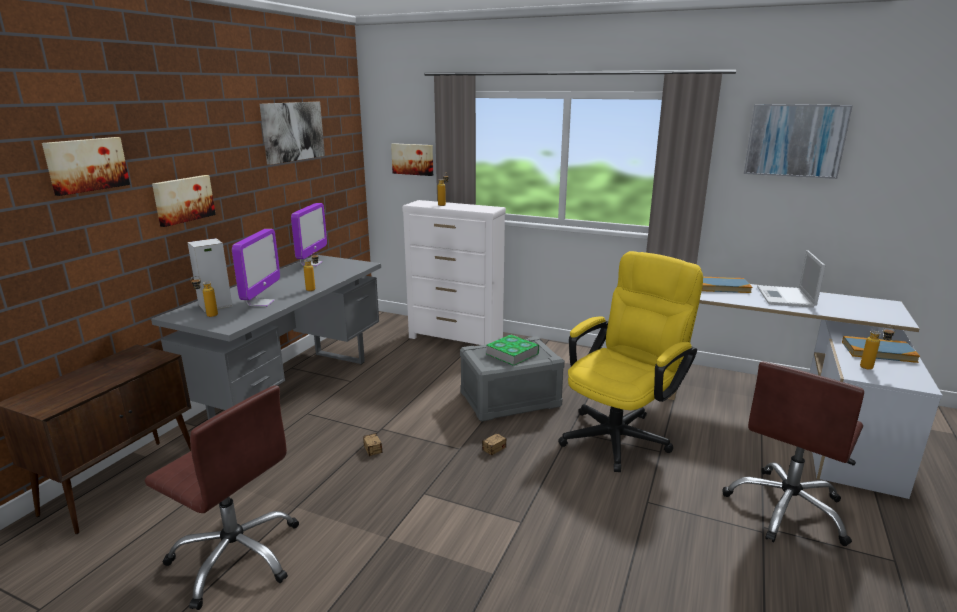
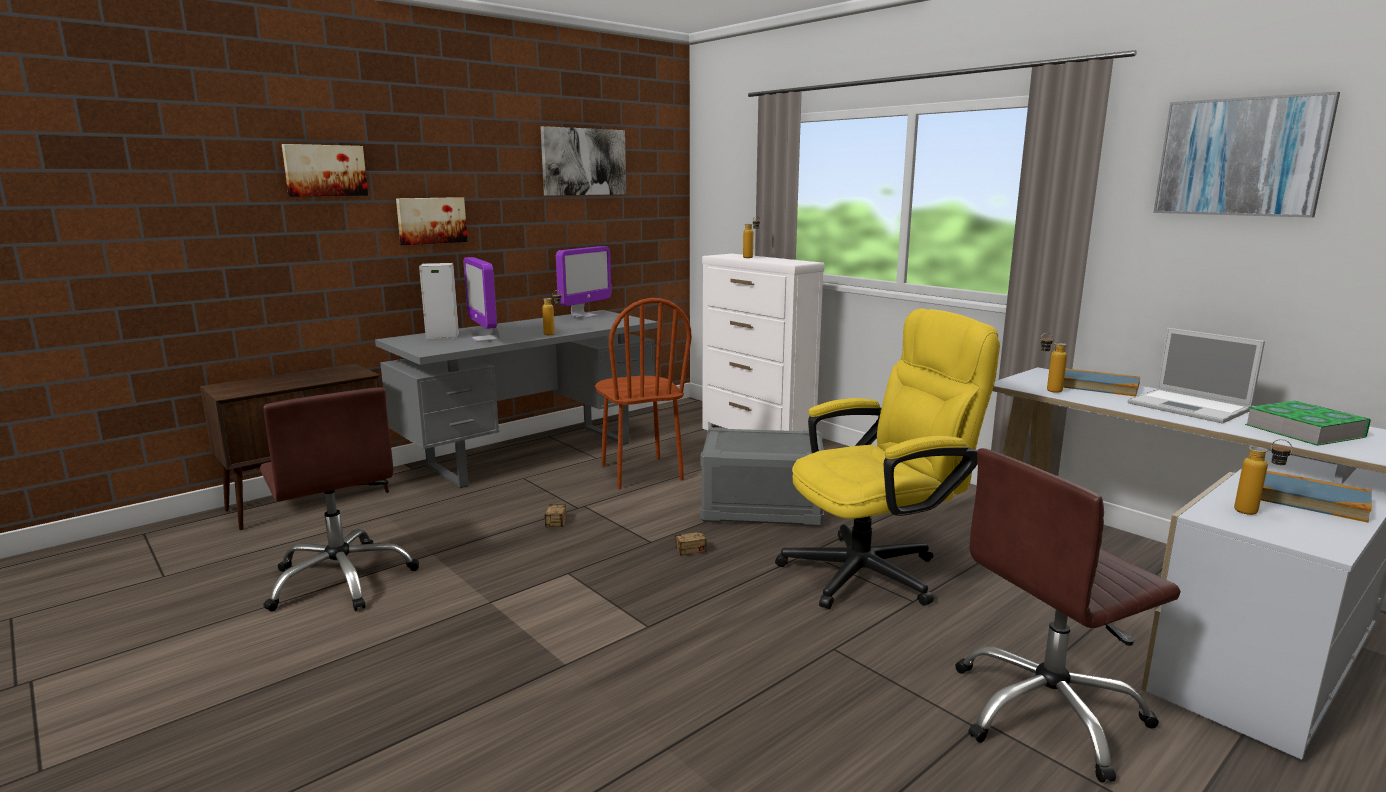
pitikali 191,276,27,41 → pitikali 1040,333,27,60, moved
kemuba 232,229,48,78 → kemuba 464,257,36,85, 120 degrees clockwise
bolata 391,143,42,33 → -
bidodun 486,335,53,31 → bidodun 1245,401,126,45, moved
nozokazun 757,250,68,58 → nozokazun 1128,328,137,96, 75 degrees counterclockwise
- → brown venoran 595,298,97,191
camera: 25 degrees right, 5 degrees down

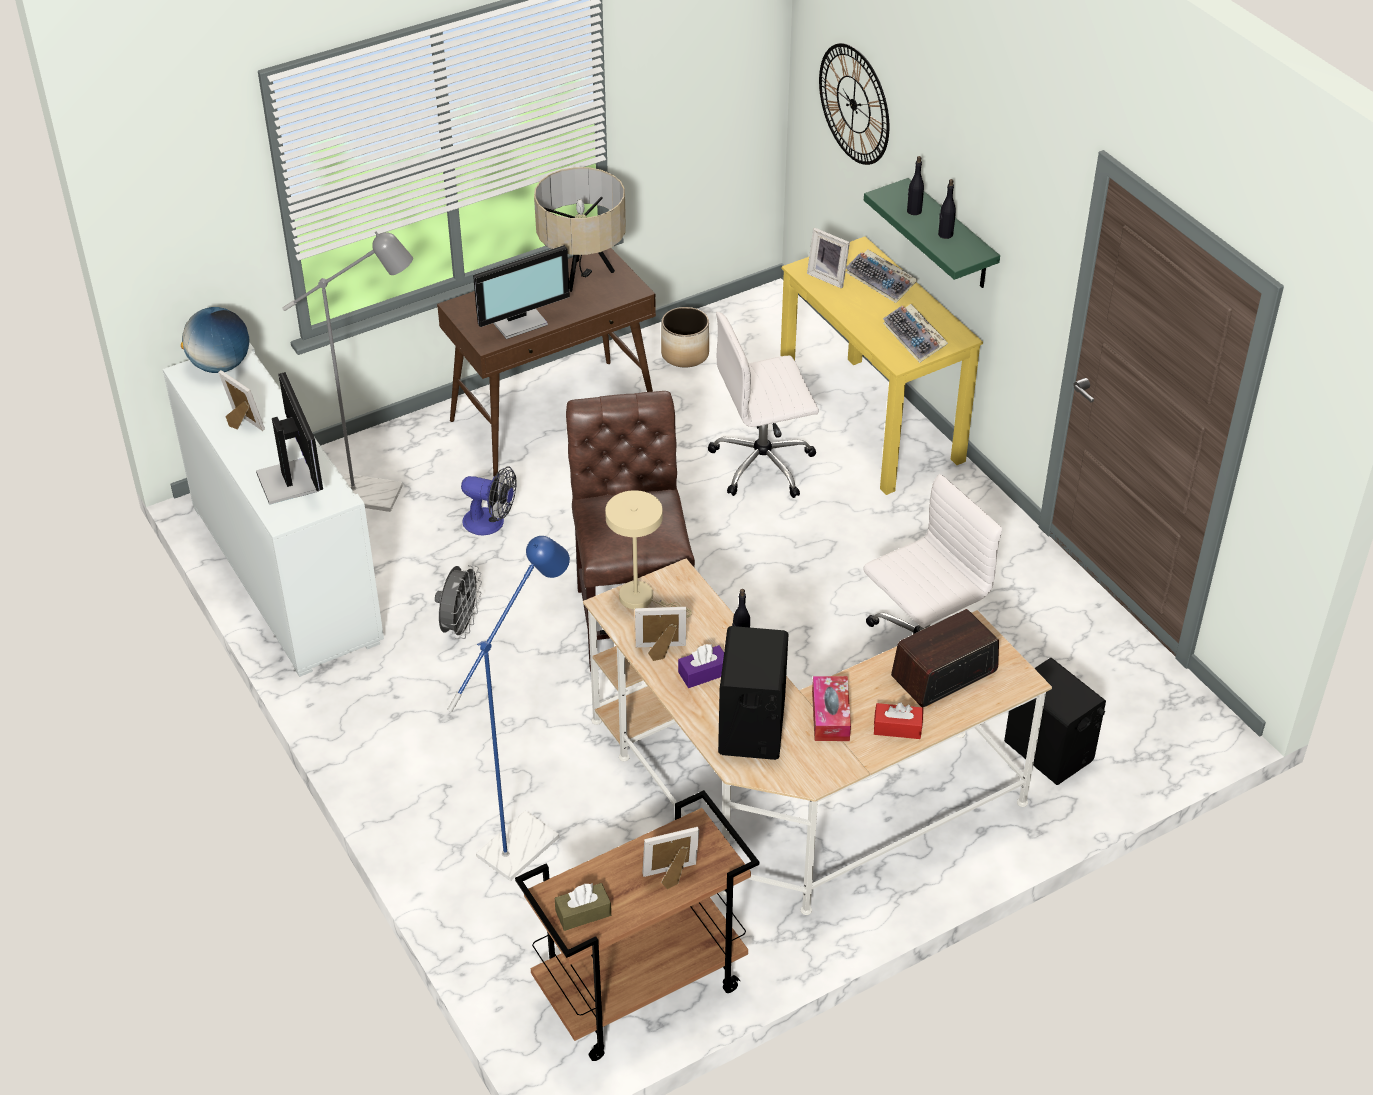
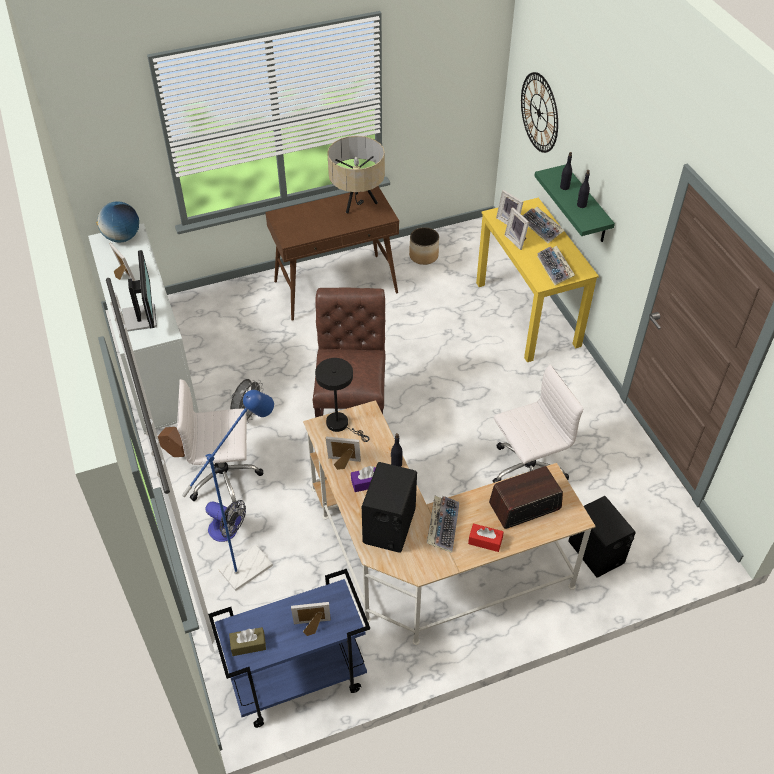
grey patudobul 282,232,131,280 → -
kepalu 461,466,56,69 → kepalu 205,500,41,42, moved
kemuba 473,245,97,94 → -
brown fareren 515,790,244,271 → blue fareren 208,569,162,159
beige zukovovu 605,490,87,128 → black zukovovu 315,358,55,84
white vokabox 708,312,111,186 → white vokabox 177,379,86,129, moved
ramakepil 812,676,39,65 → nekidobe 427,496,32,57
- → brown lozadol 158,427,27,30
- → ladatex 505,208,24,42
camera: 10 degrees right, 5 degrees up

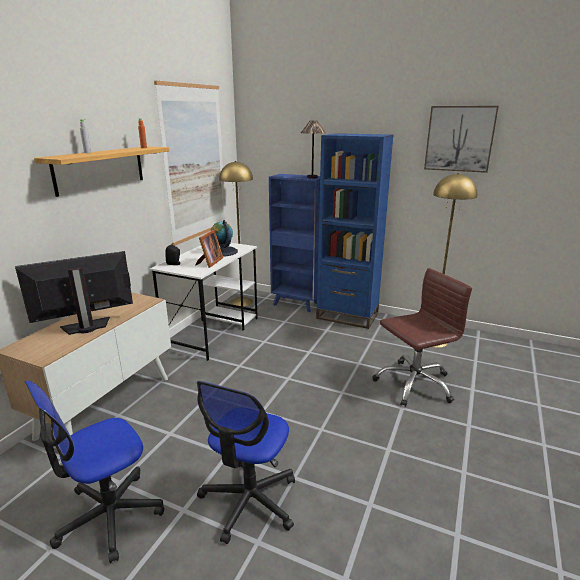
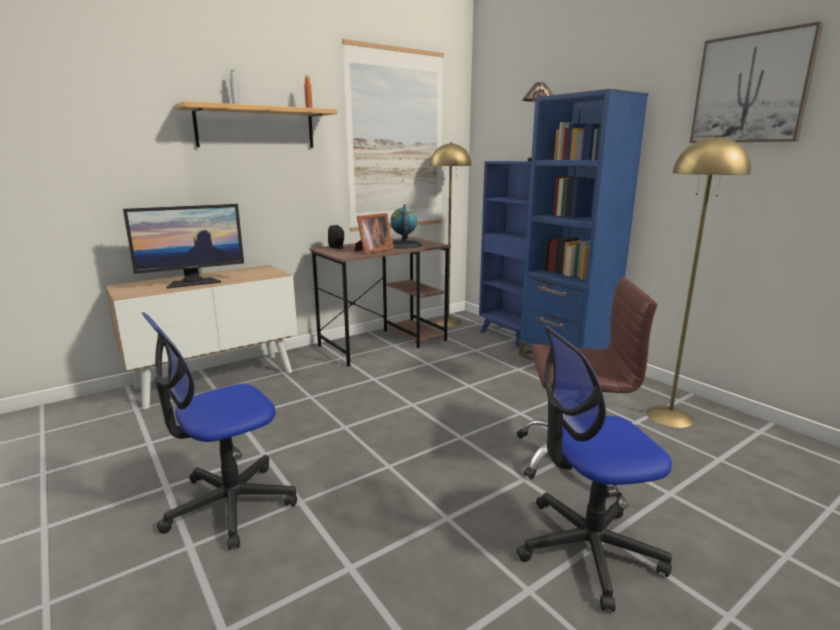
kemuba 15,251,118,84 → kemuba 123,204,121,85, 150 degrees clockwise
vokabox 25,380,139,183 → vokabox 517,326,155,286, moved
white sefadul 150,243,108,118 → brown sefadul 309,237,142,129
camera: 30 degrees right, 5 degrees down

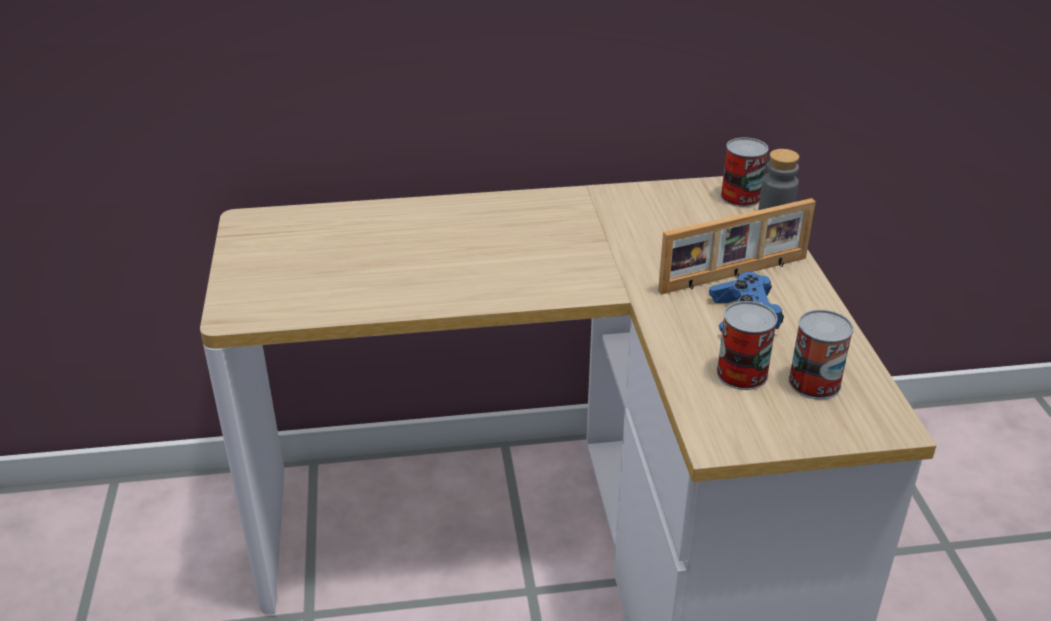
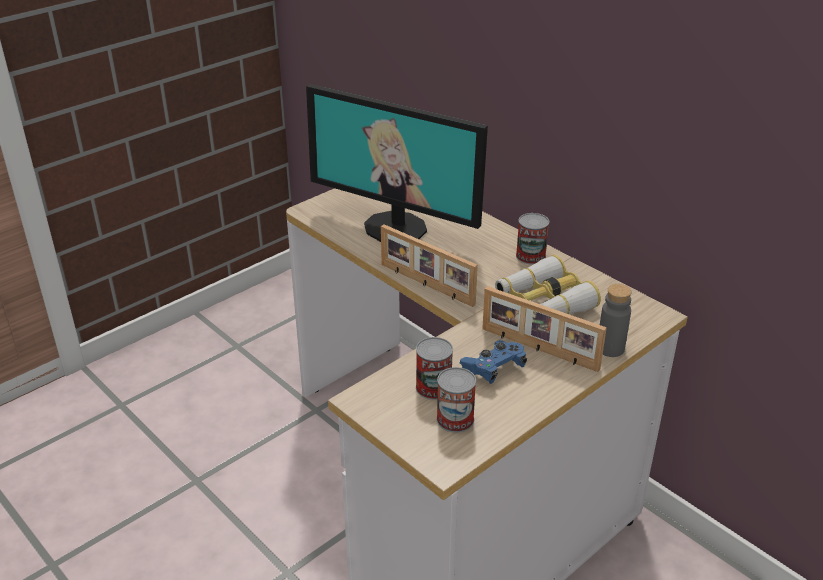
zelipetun 721,137,47,70 → zelipetun 516,213,33,52, moved
- → kemuba 306,84,182,158
- → ladatex 381,224,97,83
- → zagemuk 495,255,106,59
camera: 55 degrees right, 0 degrees up

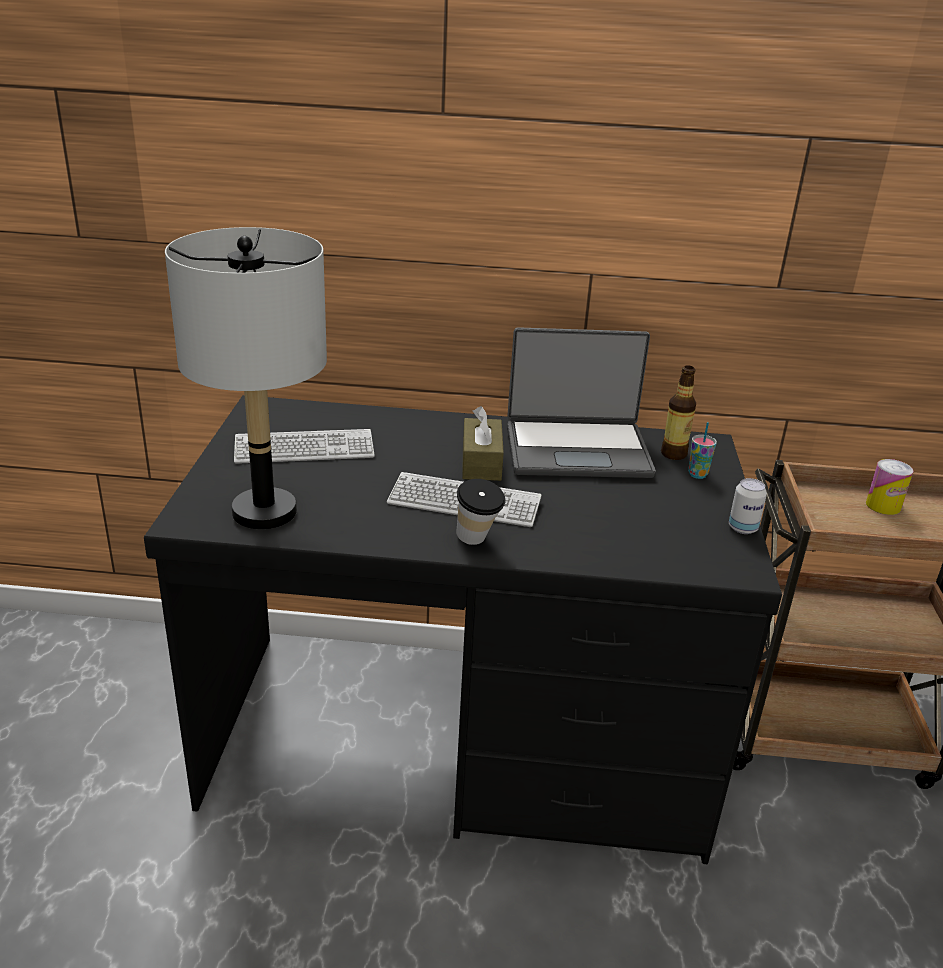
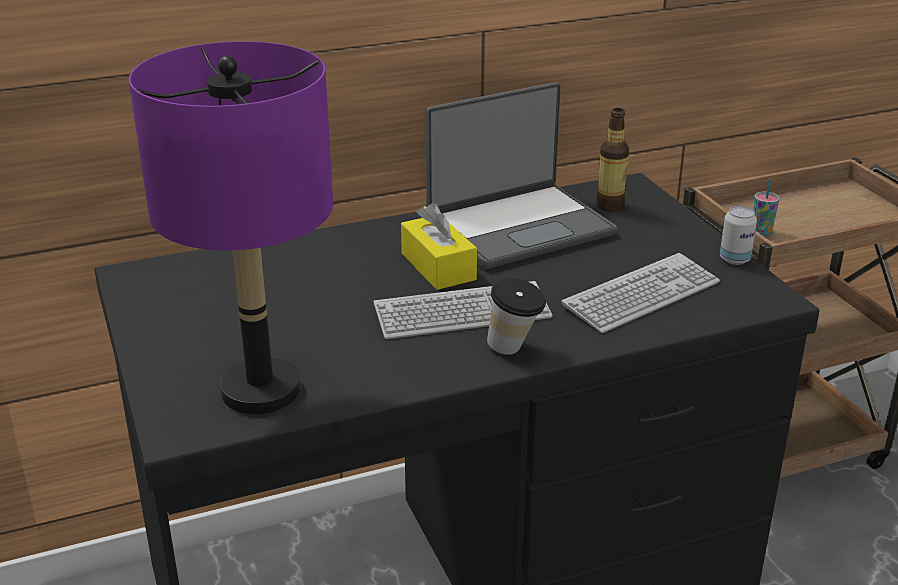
grey zukovovu 165,227,162,302 → purple zukovovu 129,41,204,373
nekidobe 234,429,141,35 → nekidobe 561,253,159,80, moved
brown ramakepil 462,406,42,75 → yellow ramakepil 401,203,76,87
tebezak 688,422,29,57 → tebezak 753,178,27,58, moved
zelipetun 866,459,48,56 → -
camera: 25 degrees left, 0 degrees up

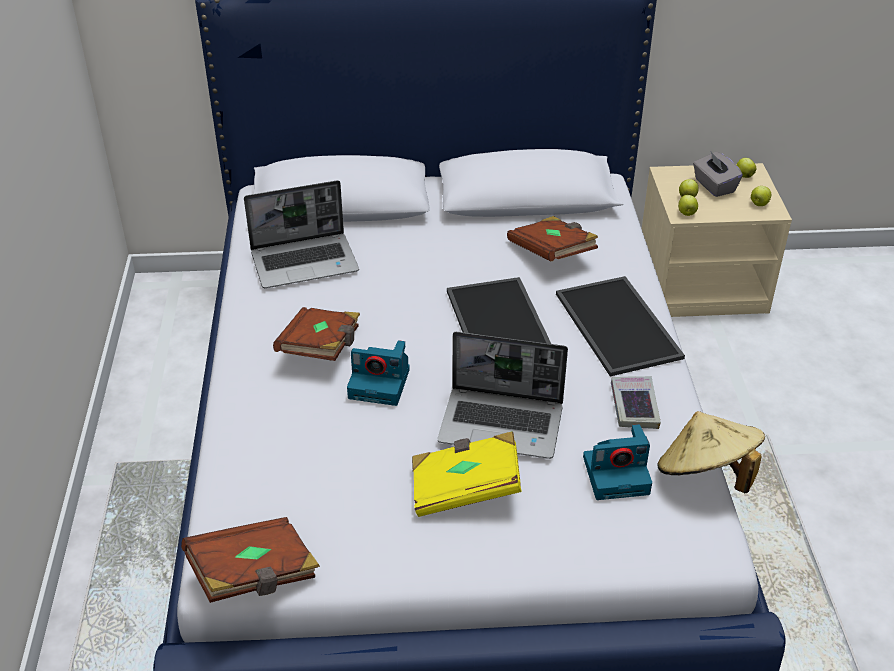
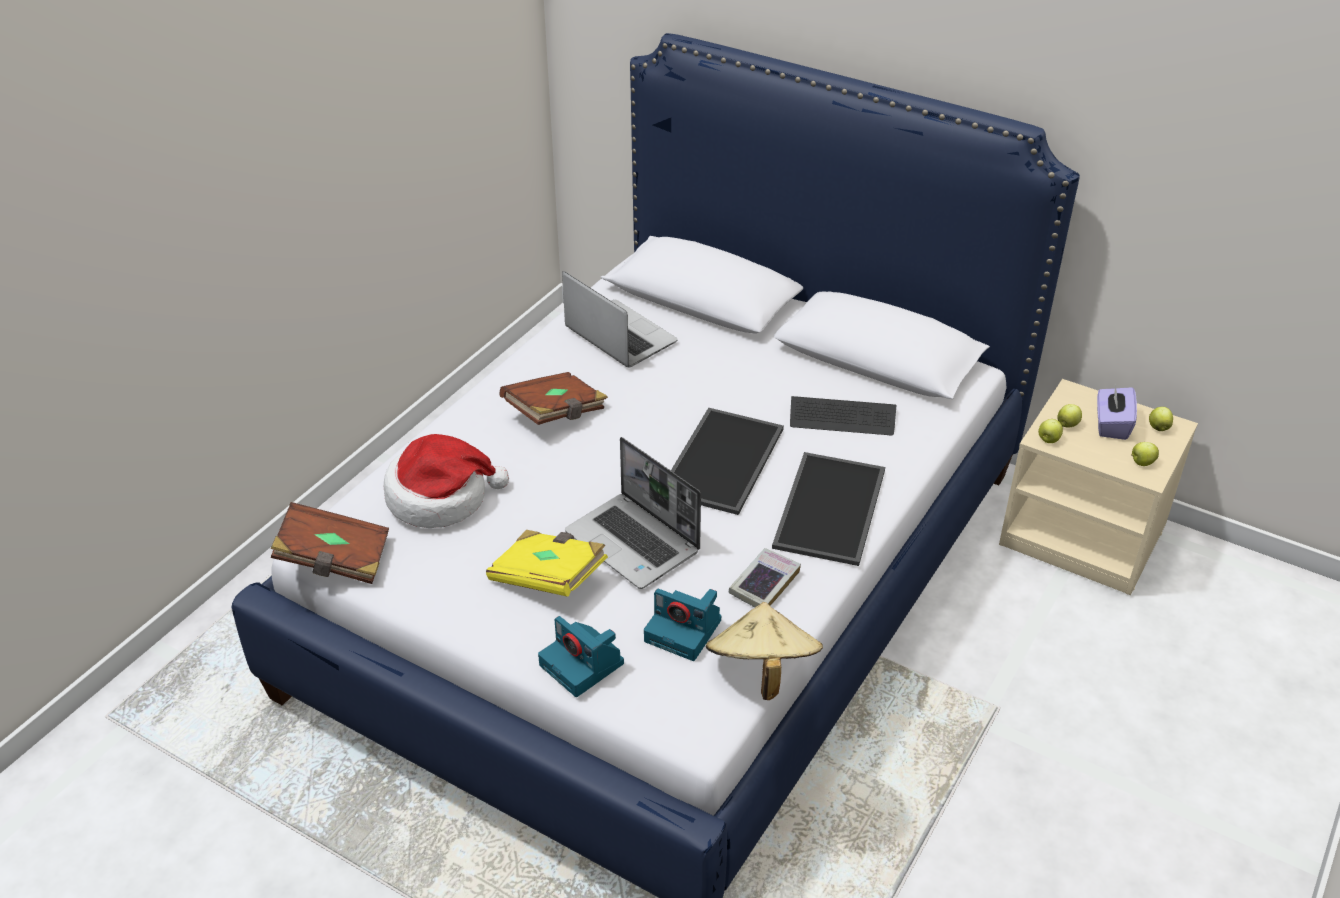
nozokazun 244,180,115,108 → nozokazun 562,271,116,97, 150 degrees counterclockwise
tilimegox 347,340,63,66 → tilimegox 538,616,86,81, moved
brown bidodun 507,216,91,45 → nekidobe 790,396,106,39
grey ramakepil 693,152,50,45 → purple ramakepil 1097,384,40,56
- → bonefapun 384,434,125,94
camera: 35 degrees right, 0 degrees up

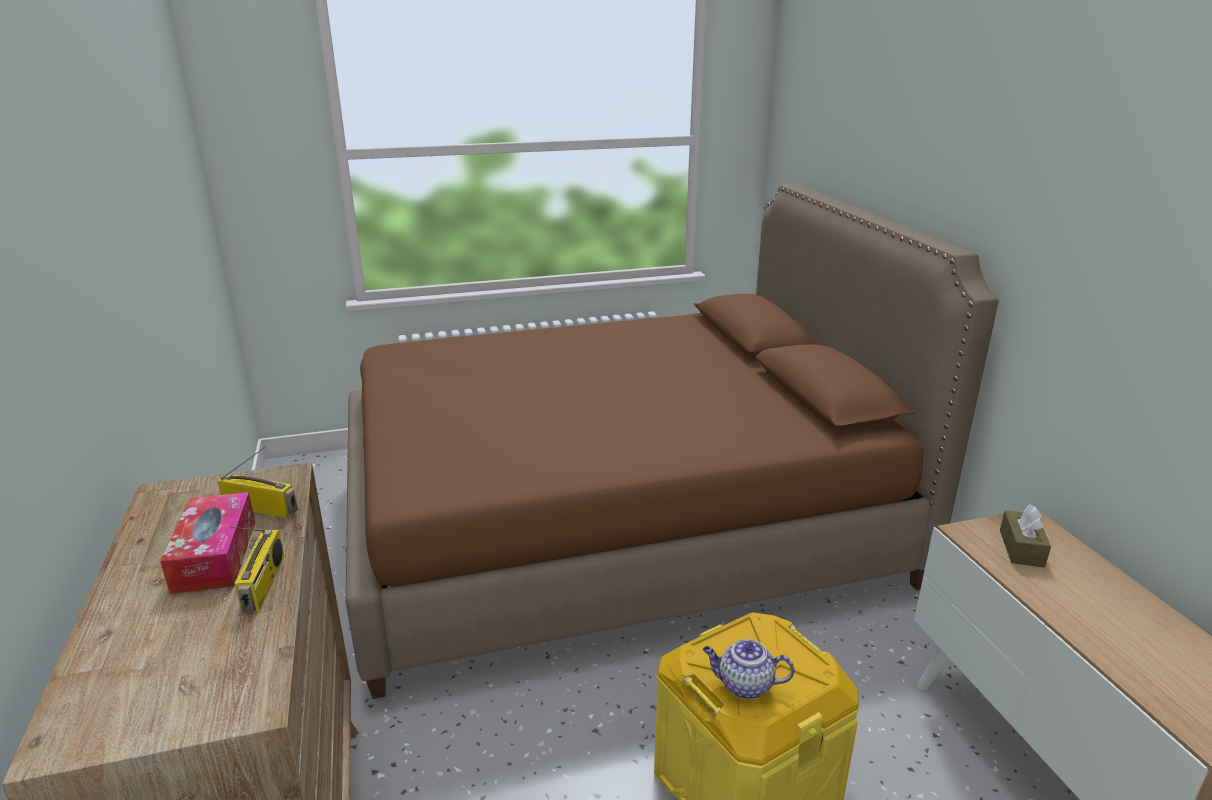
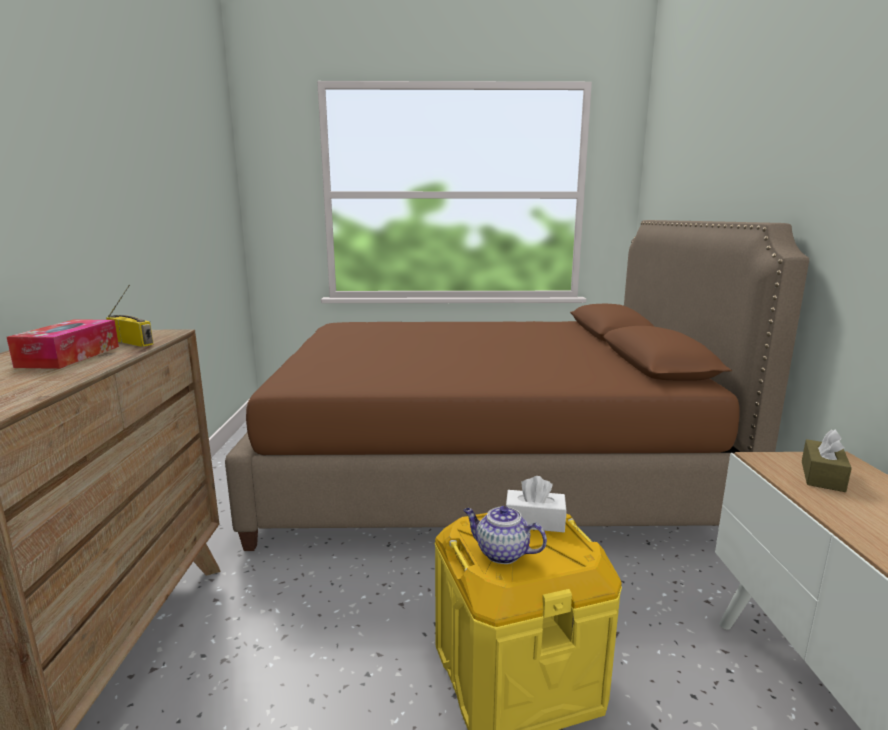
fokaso 230,527,54,85 → -
- → white ramakepil 506,476,60,56
camera: 15 degrees right, 10 degrees down

